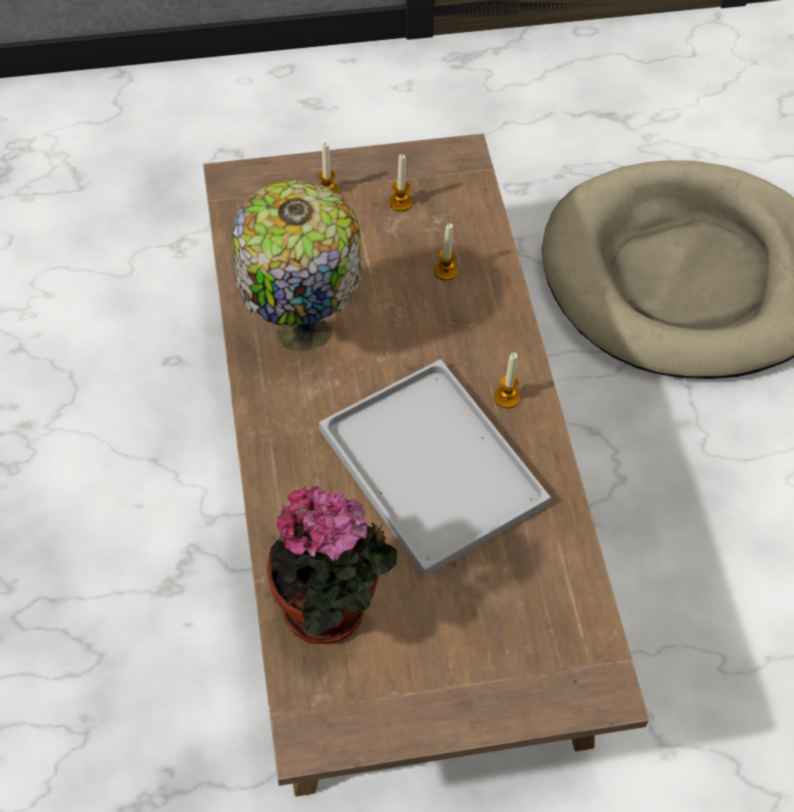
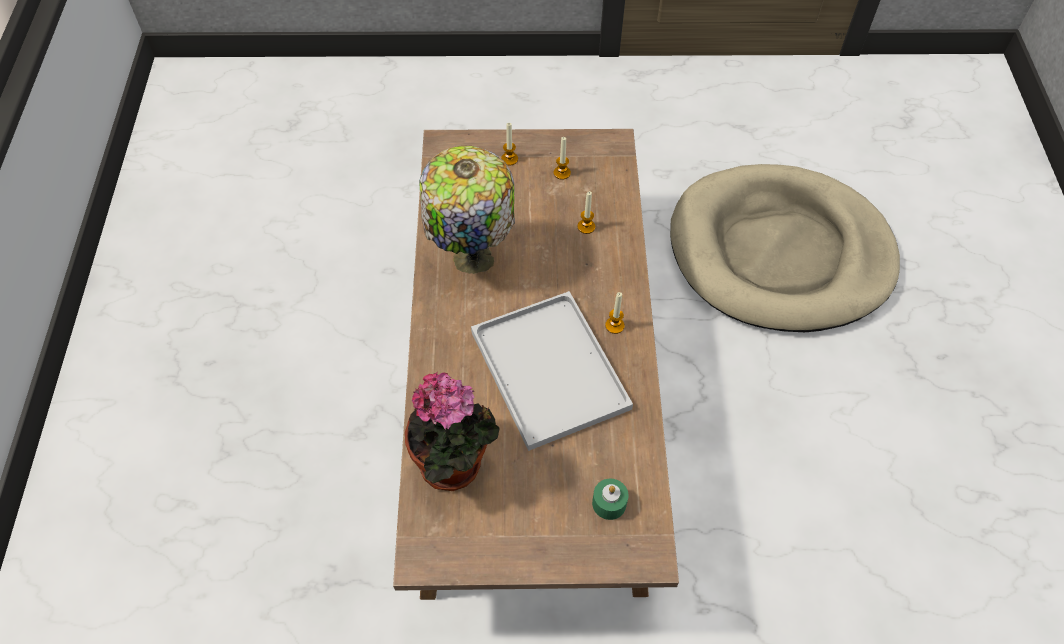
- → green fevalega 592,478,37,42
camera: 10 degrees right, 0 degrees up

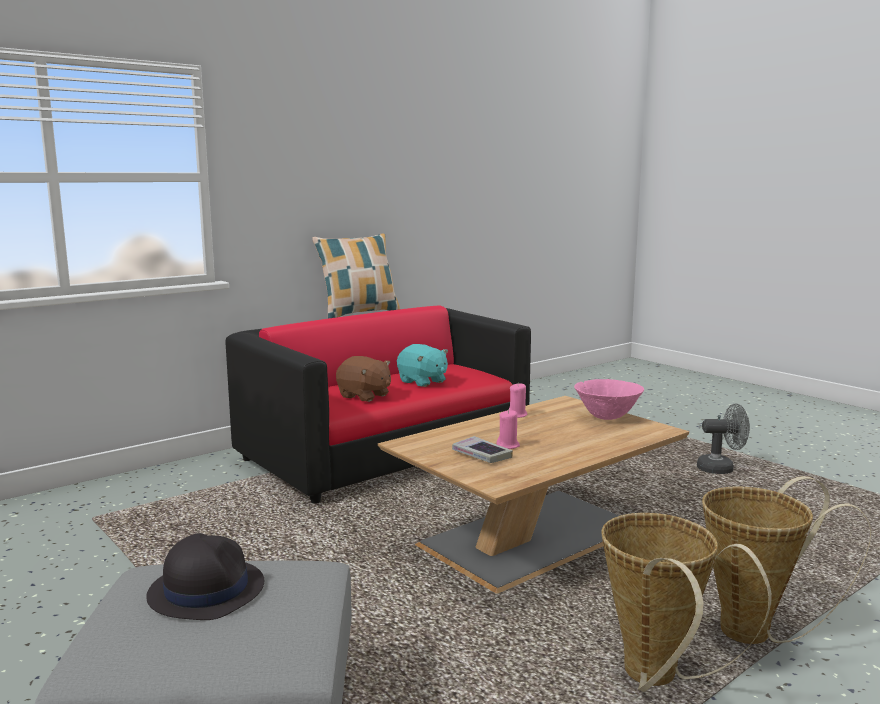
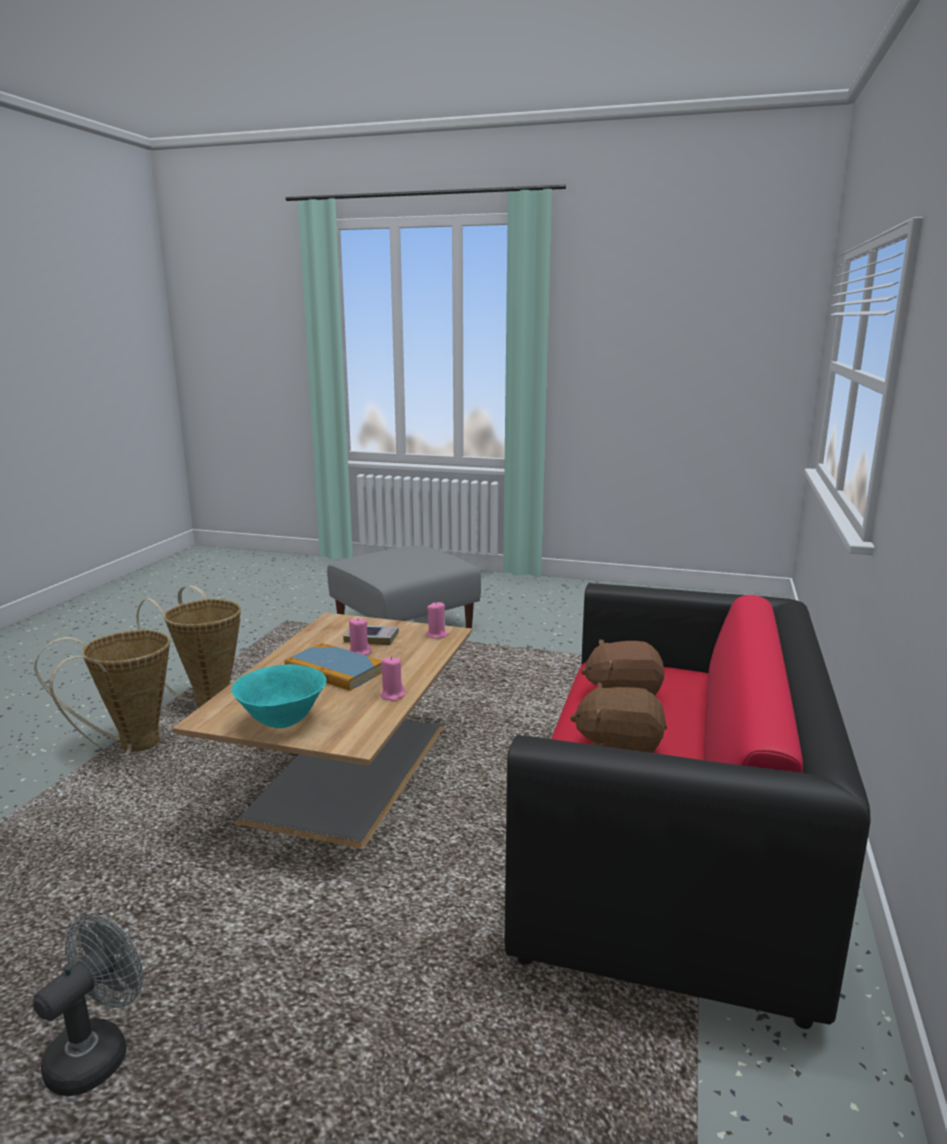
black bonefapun 146,533,118,87 → -
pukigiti 312,234,88,85 → -
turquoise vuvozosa 397,344,51,43 → brown vuvozosa 570,682,97,71
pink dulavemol 574,379,70,41 → turquoise dulavemol 231,664,96,64
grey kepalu 697,404,53,70 → grey kepalu 33,915,110,181, 150 degrees clockwise
- → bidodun 284,643,98,48
- → pink fevalega 426,601,23,37
camera: 145 degrees right, 5 degrees up

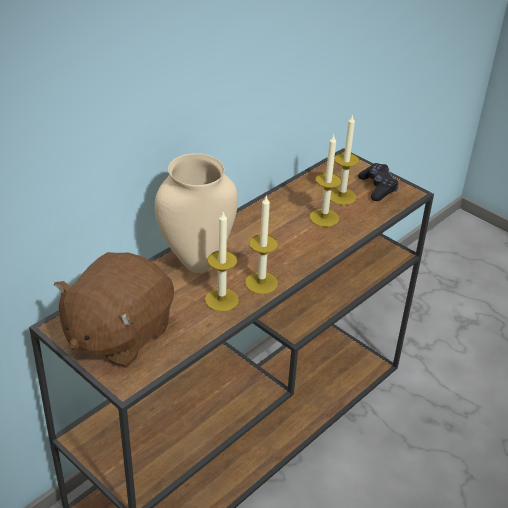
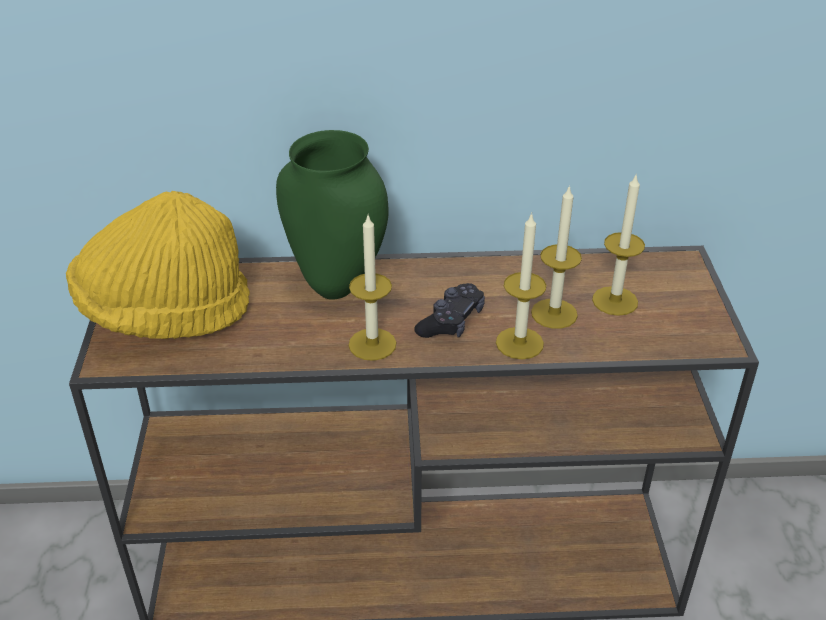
brown vuvozosa 54,252,120,116 → yellow bonefapun 66,191,184,148
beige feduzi 155,153,83,120 → green feduzi 276,130,112,170
fevalega 205,212,34,100 → fevalega 496,213,50,146, moved
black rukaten 358,163,41,38 → black rukaten 414,283,71,55, moved
camera: 45 degrees right, 0 degrees up

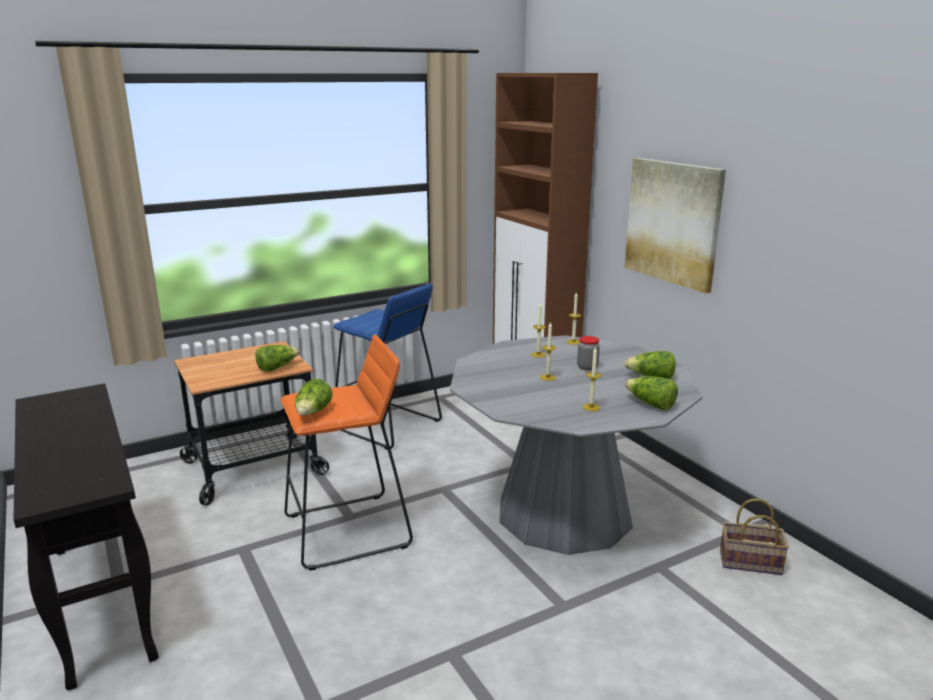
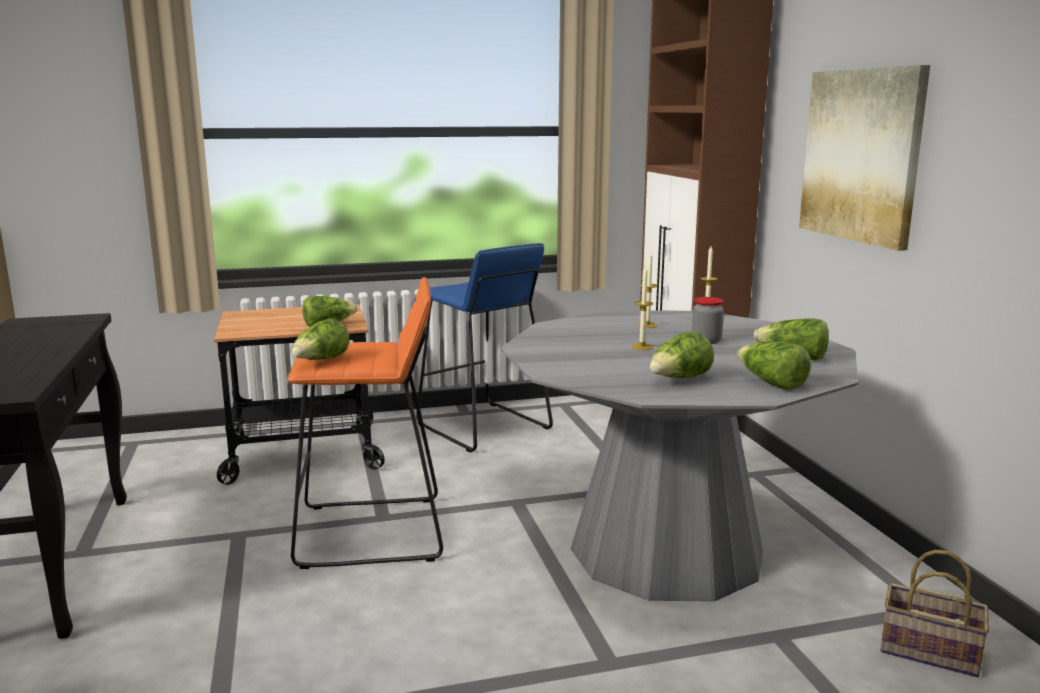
fevalega 583,346,18,65 → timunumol 650,331,64,47
camera: 15 degrees right, 5 degrees down

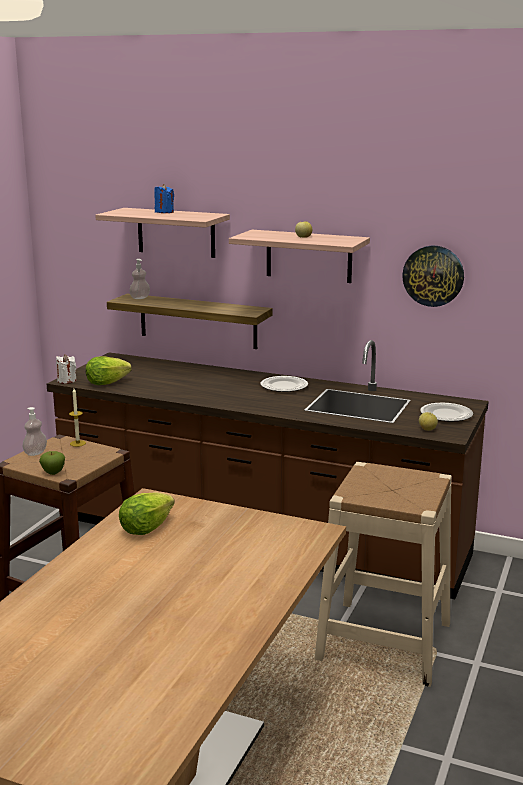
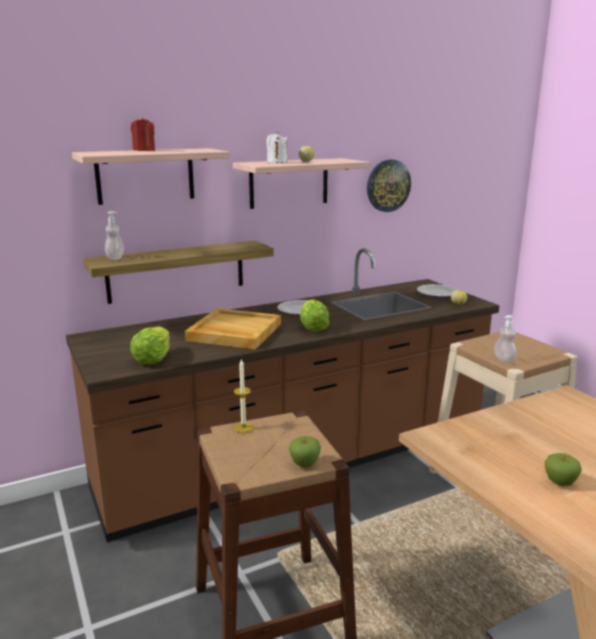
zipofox 23,407,24,49 → zipofox 494,315,23,47, moved
white fevalega 56,354,20,30 → white fevalega 267,132,20,31, moved
timunumol 119,492,56,43 → timunumol 300,299,30,33, moved
blue fevalega 154,184,20,29 → red fevalega 131,117,24,34
- → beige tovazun 185,308,96,41
- → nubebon 544,453,38,33
camera: 50 degrees left, 0 degrees up

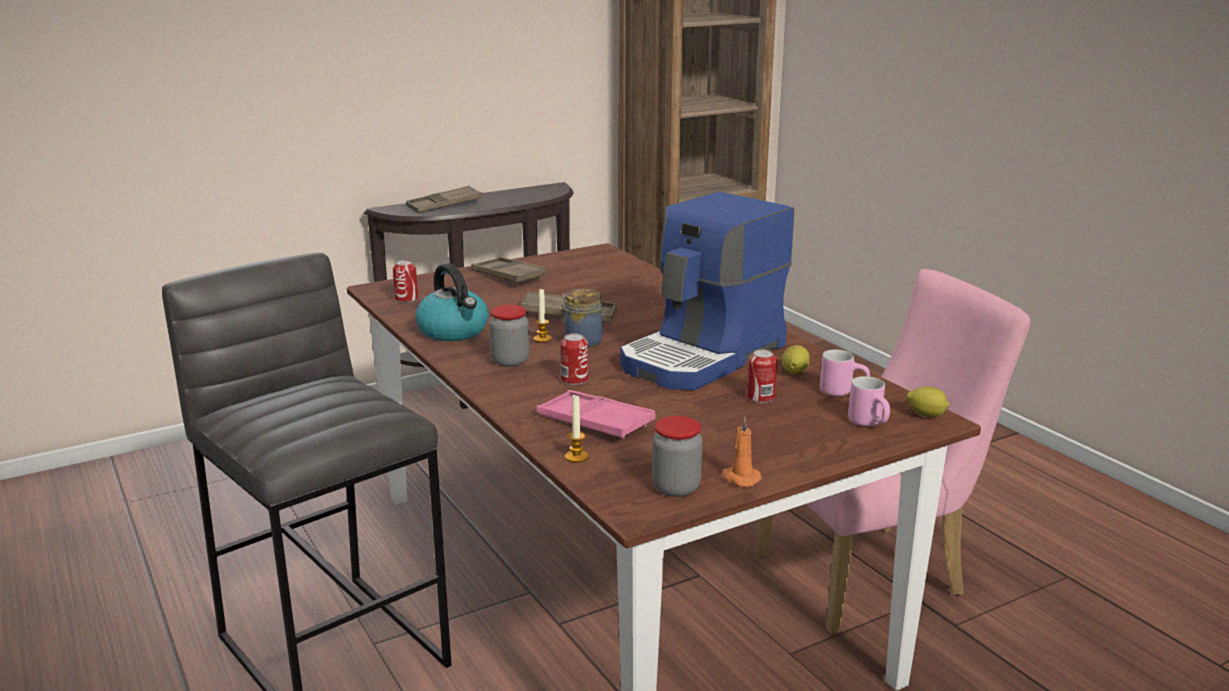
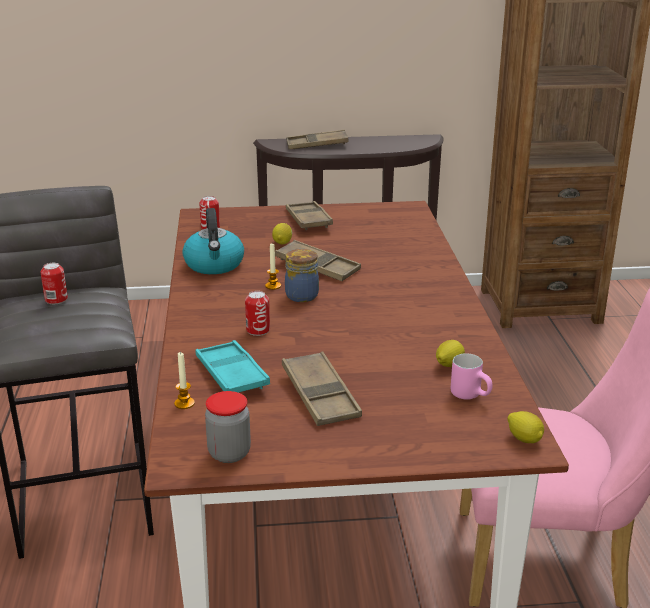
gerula 490,305,39,62 → -
pink tovazun 536,390,120,49 → turquoise tovazun 195,340,75,53
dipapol 620,192,174,198 → -
orange fevalega 721,416,41,71 → -
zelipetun 747,349,30,54 → zelipetun 40,263,28,41, moved
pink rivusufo 848,376,42,50 → -
- → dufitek 272,223,20,22
- → brown tovazun 282,351,80,75
camera: 25 degrees right, 5 degrees up

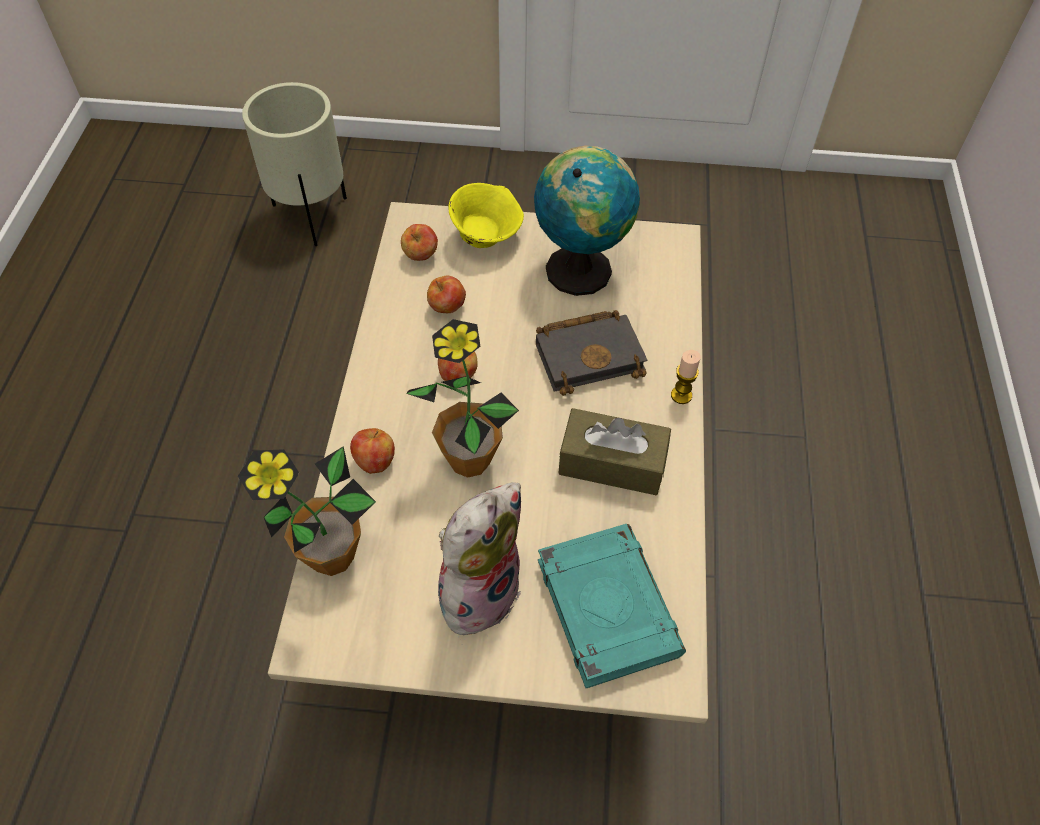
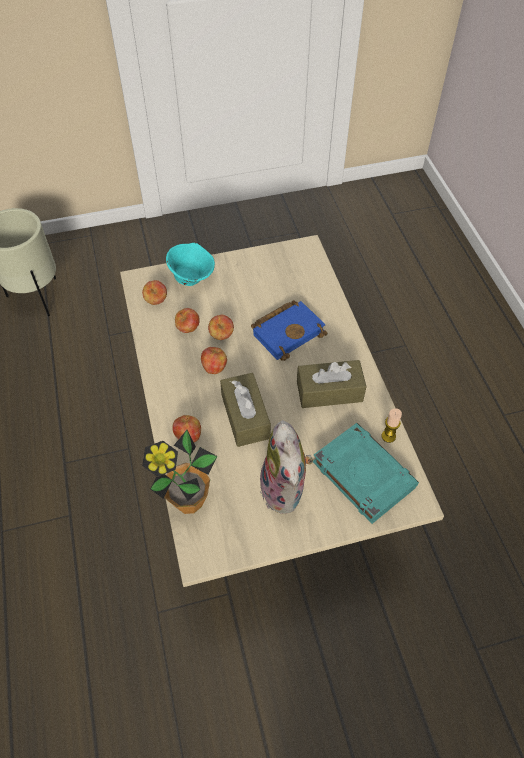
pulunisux 406,319,113,159 → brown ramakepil 220,373,51,74
vuvozosa 429,482,92,155 → vuvozosa 260,420,53,94, 150 degrees clockwise
yellow dulavemol 449,183,75,65 → turquoise dulavemol 166,243,49,43
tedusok 534,145,106,151 → -
black bidodun 536,310,112,86 → blue bidodun 251,300,76,61
fevalega 671,350,30,54 → fevalega 381,408,21,35, moved
- → nubebon 208,315,26,25
camera: 20 degrees left, 0 degrees up

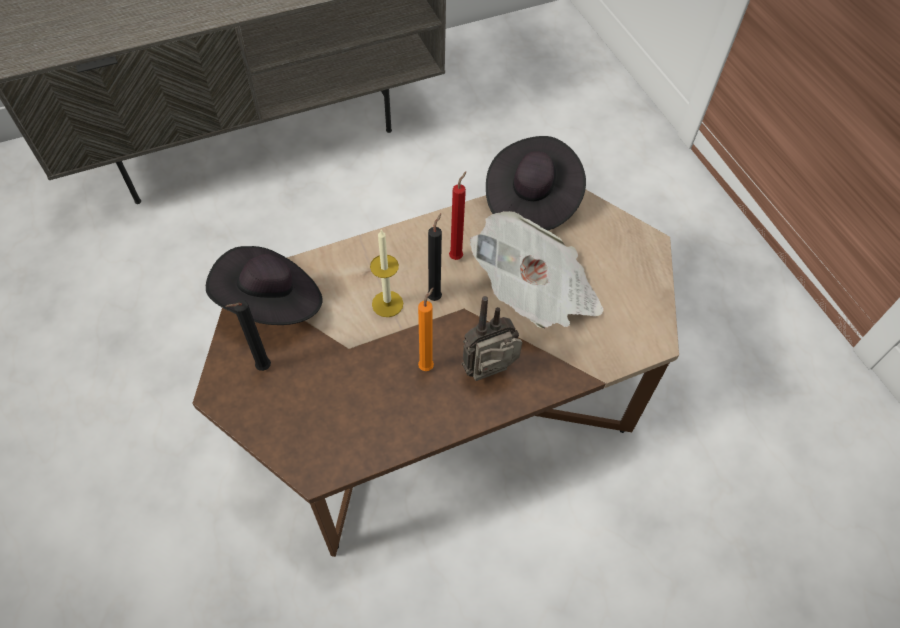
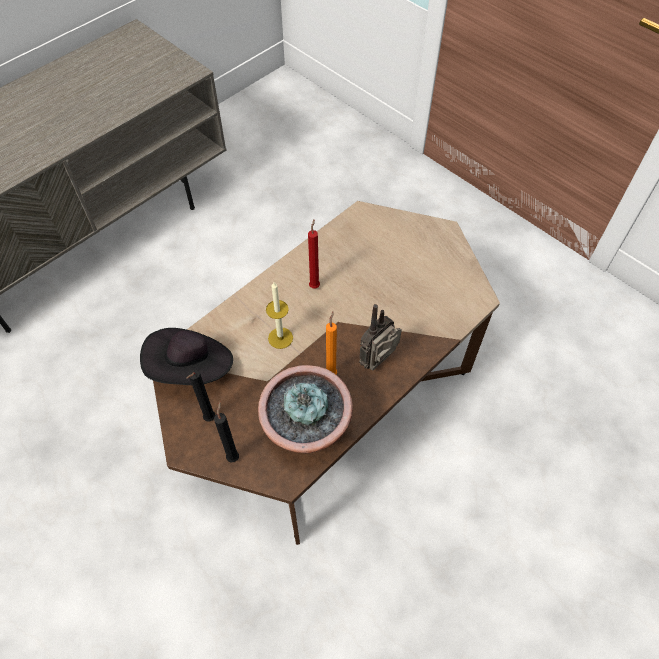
black fevalega 427,213,15,88 → black fevalega 214,402,25,61, moved
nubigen 470,211,134,118 → -
black bonefapun 486,136,100,95 → -
- → pulunisux 258,365,95,88
camera: 20 degrees left, 0 degrees up

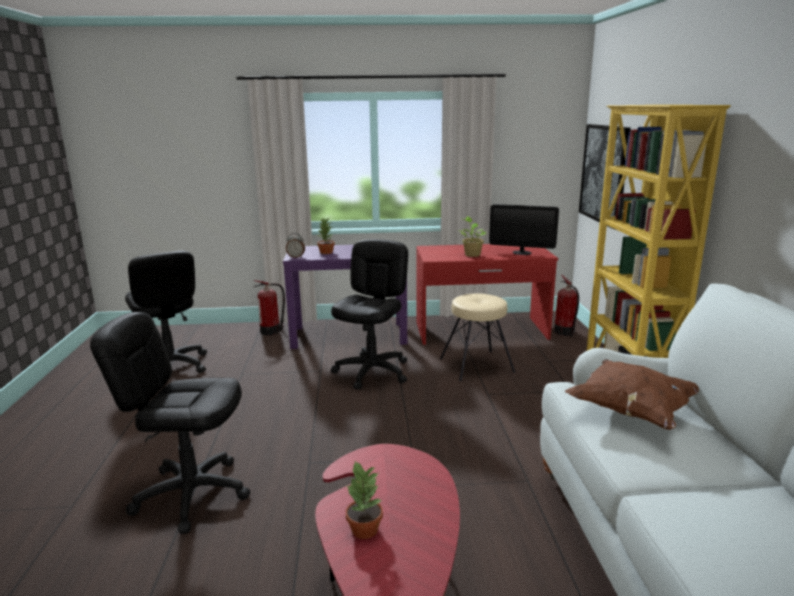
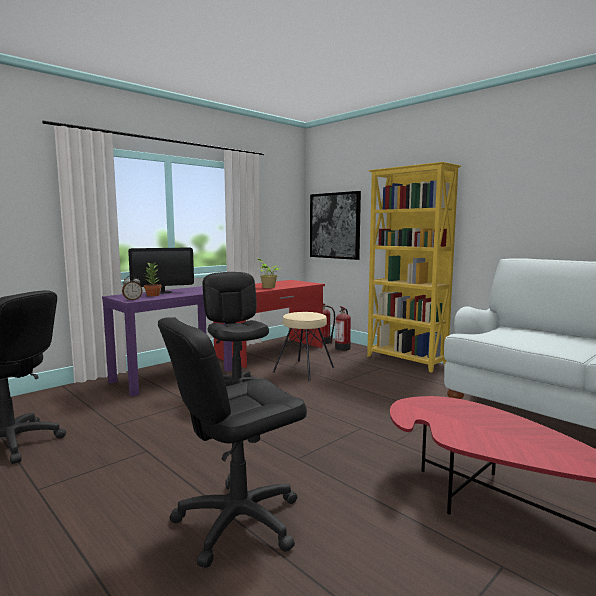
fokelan 253,280,32,55 → fokelan 335,306,16,45, moved
pulunisux 346,461,37,78 → -
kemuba 489,204,70,51 → kemuba 128,247,66,47, moved
brown pukigiti 565,359,134,71 → -
camera: 40 degrees left, 10 degrees down

